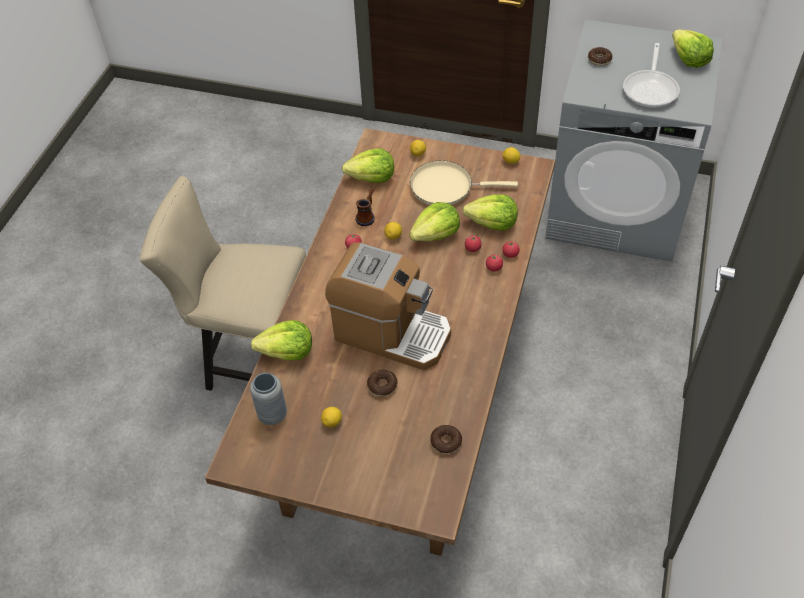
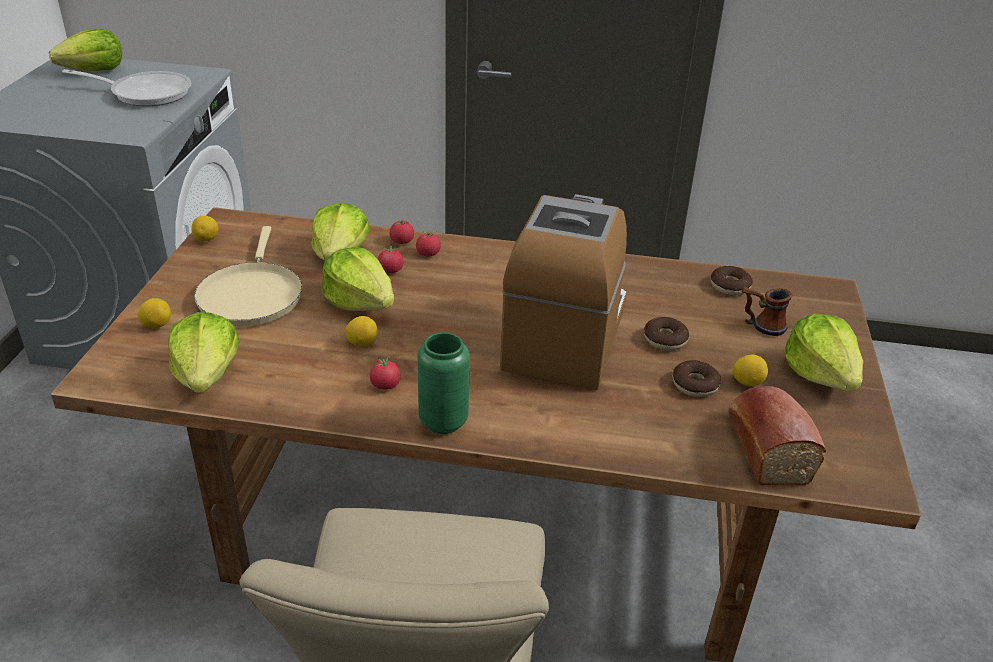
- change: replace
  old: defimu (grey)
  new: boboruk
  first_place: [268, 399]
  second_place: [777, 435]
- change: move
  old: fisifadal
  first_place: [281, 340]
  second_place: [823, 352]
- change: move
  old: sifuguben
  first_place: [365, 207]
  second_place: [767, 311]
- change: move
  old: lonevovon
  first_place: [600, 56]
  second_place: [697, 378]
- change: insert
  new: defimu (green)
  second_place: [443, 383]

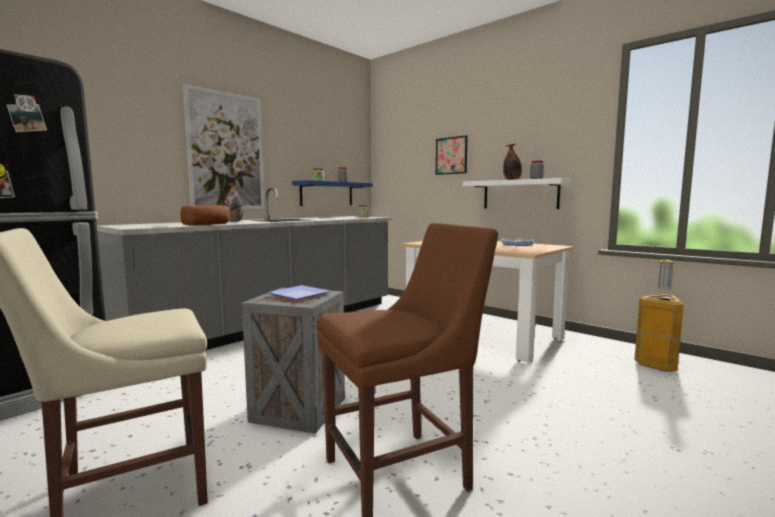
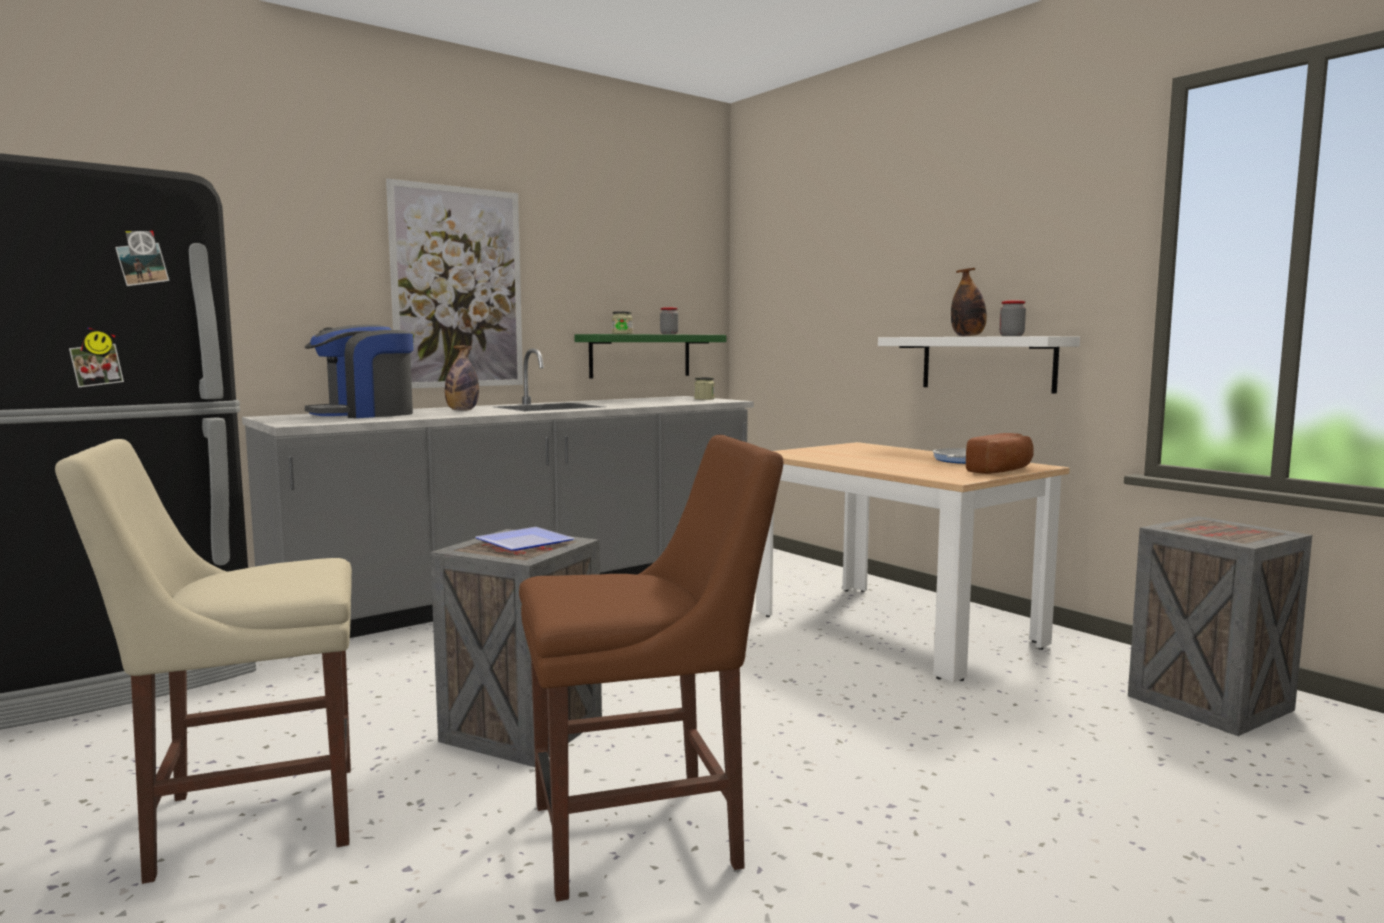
- change: move
  old: boboruk
  first_place: [205, 215]
  second_place: [1000, 453]
- change: recolor
  old: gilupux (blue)
  new: gilupux (green)
  first_place: [332, 193]
  second_place: [650, 356]
- change: delete
  old: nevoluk
  first_place: [452, 155]
- change: replace
  old: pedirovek
  new: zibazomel
  first_place: [659, 316]
  second_place: [1220, 626]
- change: insert
  new: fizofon
  second_place: [359, 371]

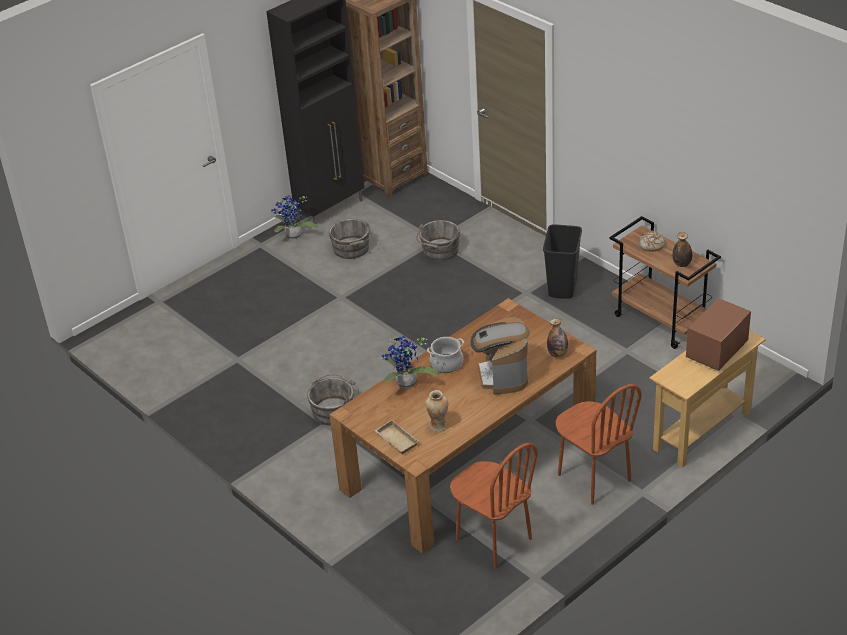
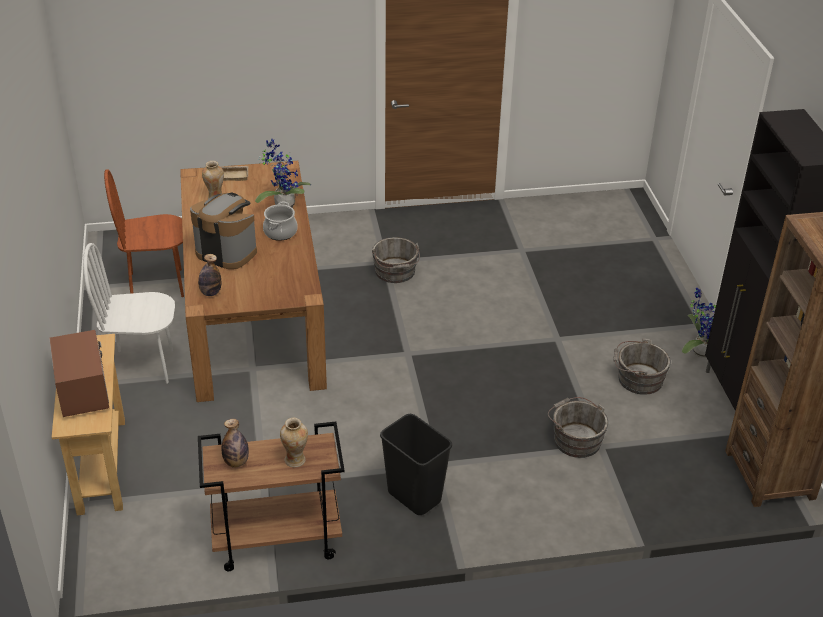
- change: recolor
  old: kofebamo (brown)
  new: kofebamo (white)
  first_place: [599, 444]
  second_place: [129, 313]
- change: replace
  old: boboruk
  new: defimu
  first_place: [652, 241]
  second_place: [294, 442]

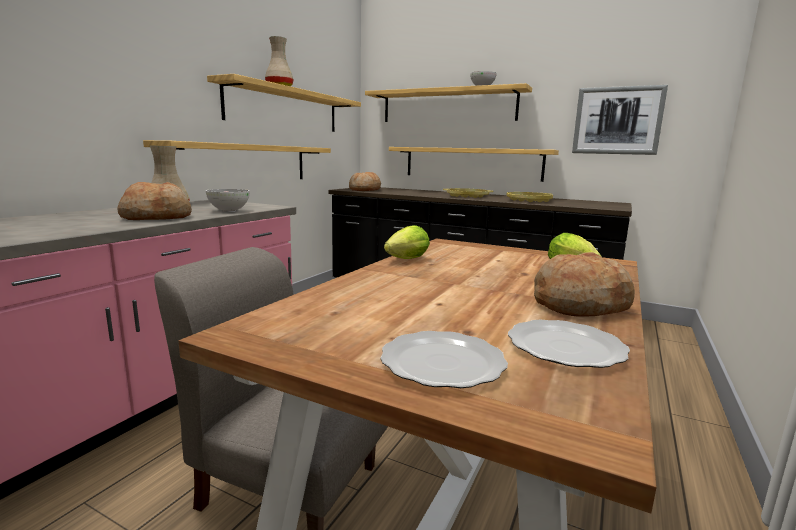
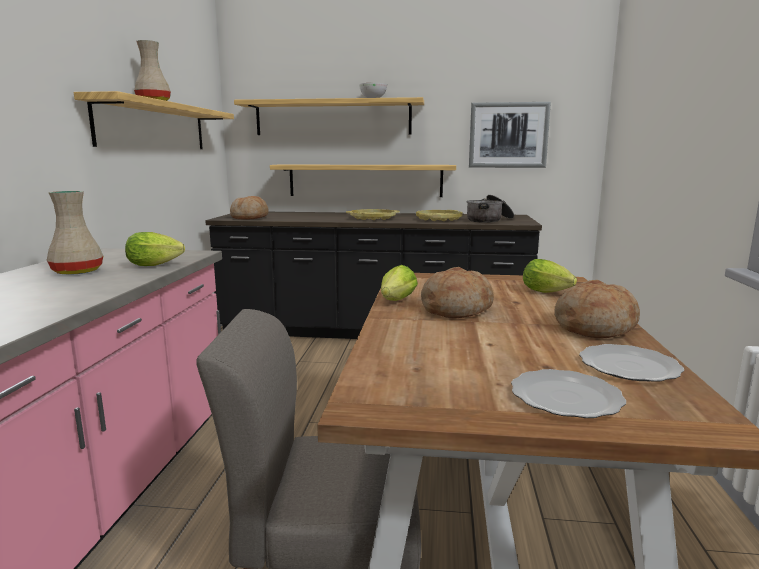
- change: move
  old: boboruk
  first_place: [154, 201]
  second_place: [457, 292]
- change: delete
  old: gilupux
  first_place: [237, 159]
- change: replace
  old: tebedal
  new: fisifadal
  first_place: [228, 200]
  second_place: [155, 249]
- change: insert
  new: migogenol
  second_place: [490, 209]

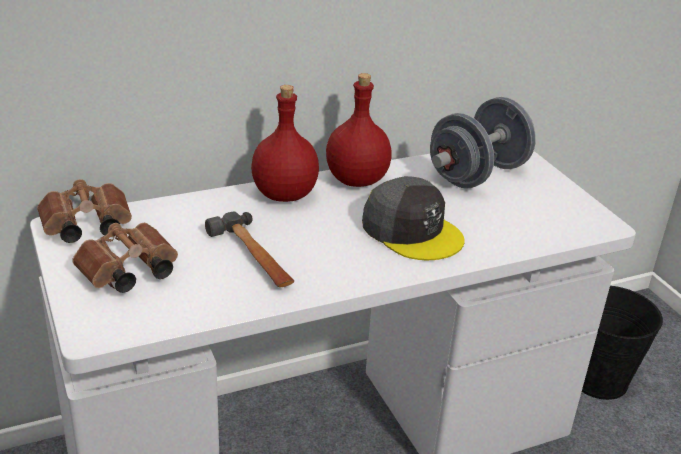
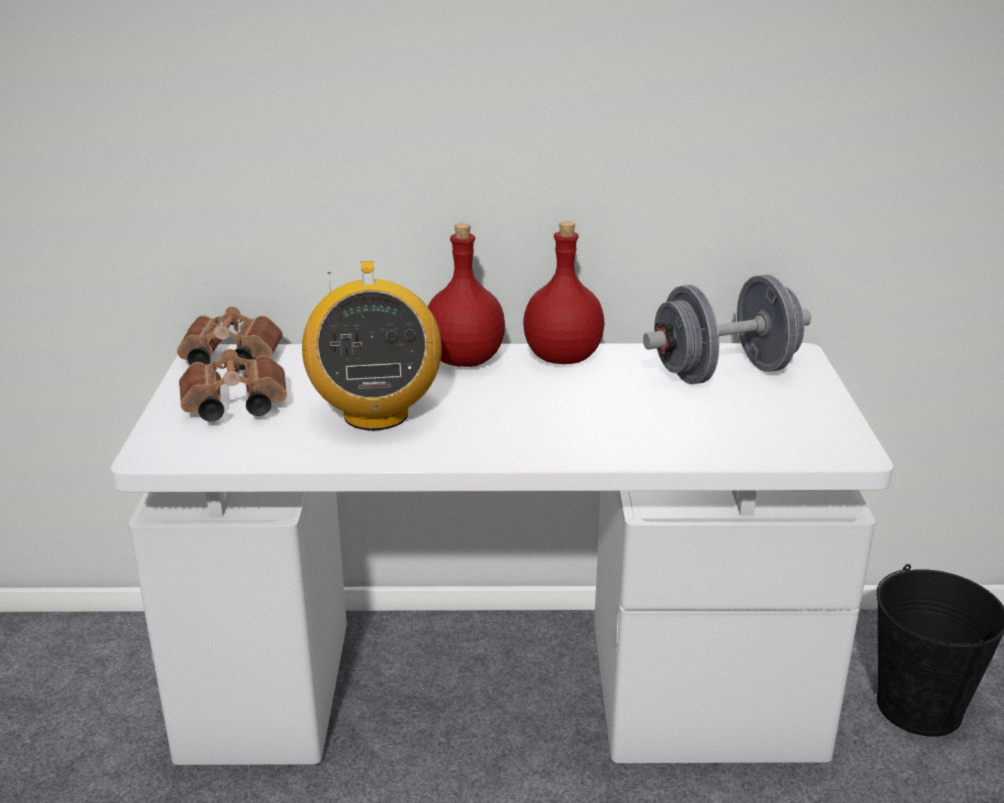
- change: replace
  old: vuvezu
  new: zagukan
  first_place: [249, 249]
  second_place: [372, 346]
- change: delete
  old: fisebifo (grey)
  first_place: [413, 218]

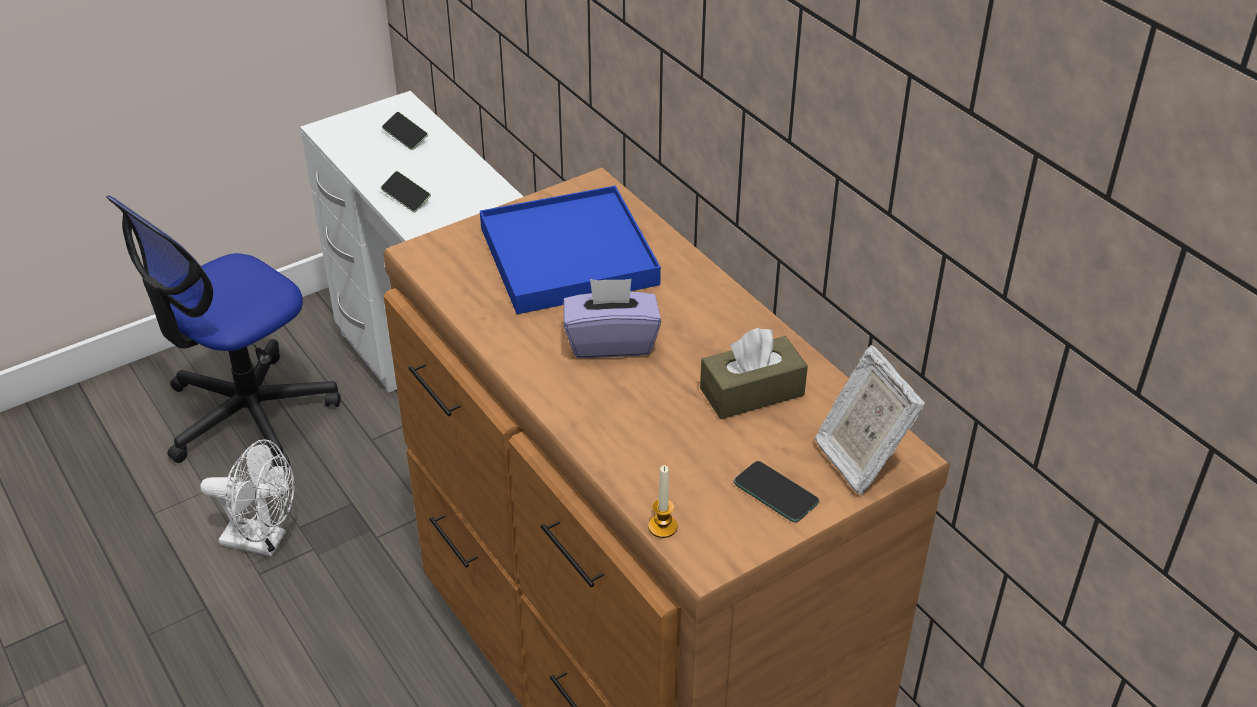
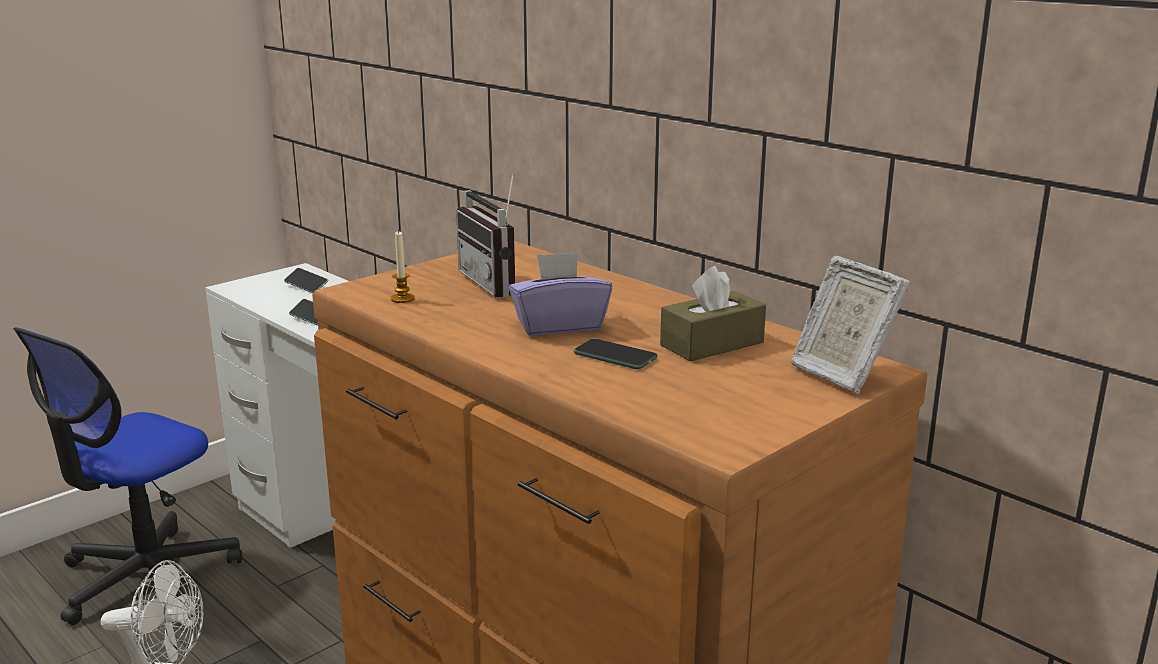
- change: replace
  old: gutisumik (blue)
  new: zagukan
  first_place: [570, 250]
  second_place: [485, 234]
- change: move
  old: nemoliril
  first_place: [663, 501]
  second_place: [403, 266]
- change: move
  old: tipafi
  first_place: [776, 491]
  second_place: [616, 354]

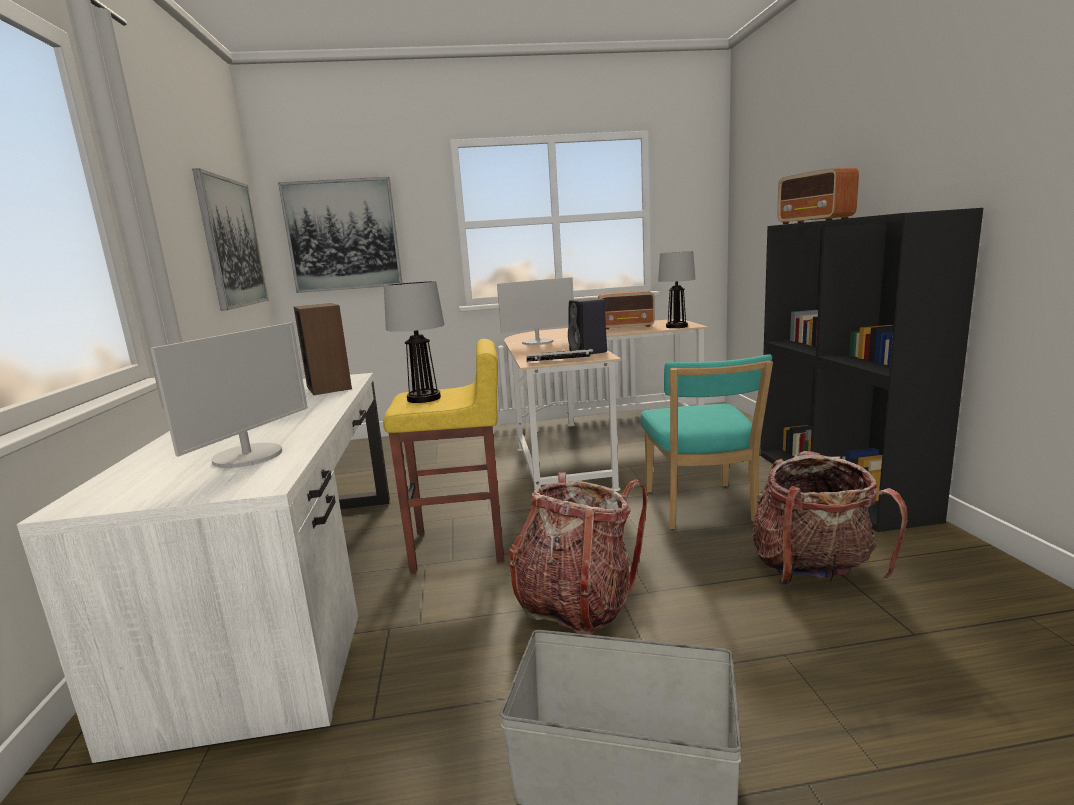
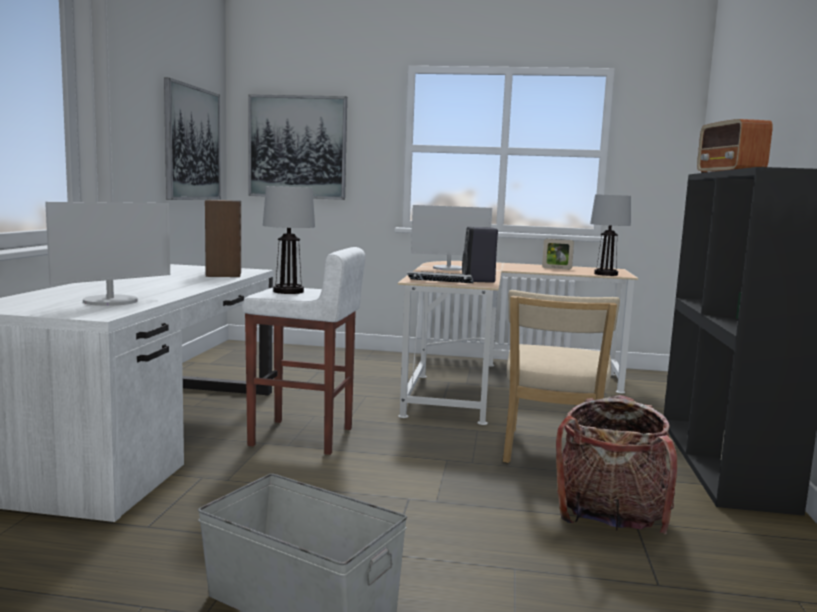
- change: recolor
  old: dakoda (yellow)
  new: dakoda (white)
  first_place: [443, 455]
  second_place: [303, 351]
- change: delete
  old: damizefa
  first_place: [579, 553]
- change: replace
  old: zagukan
  new: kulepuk
  first_place: [626, 310]
  second_place: [558, 254]
- change: recolor
  old: kofebamo (turquoise)
  new: kofebamo (beige)
  first_place: [707, 442]
  second_place: [561, 376]

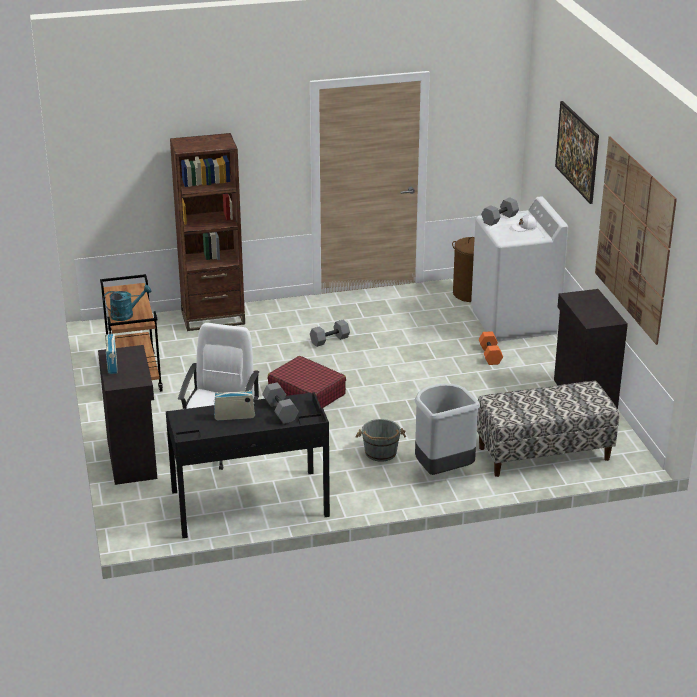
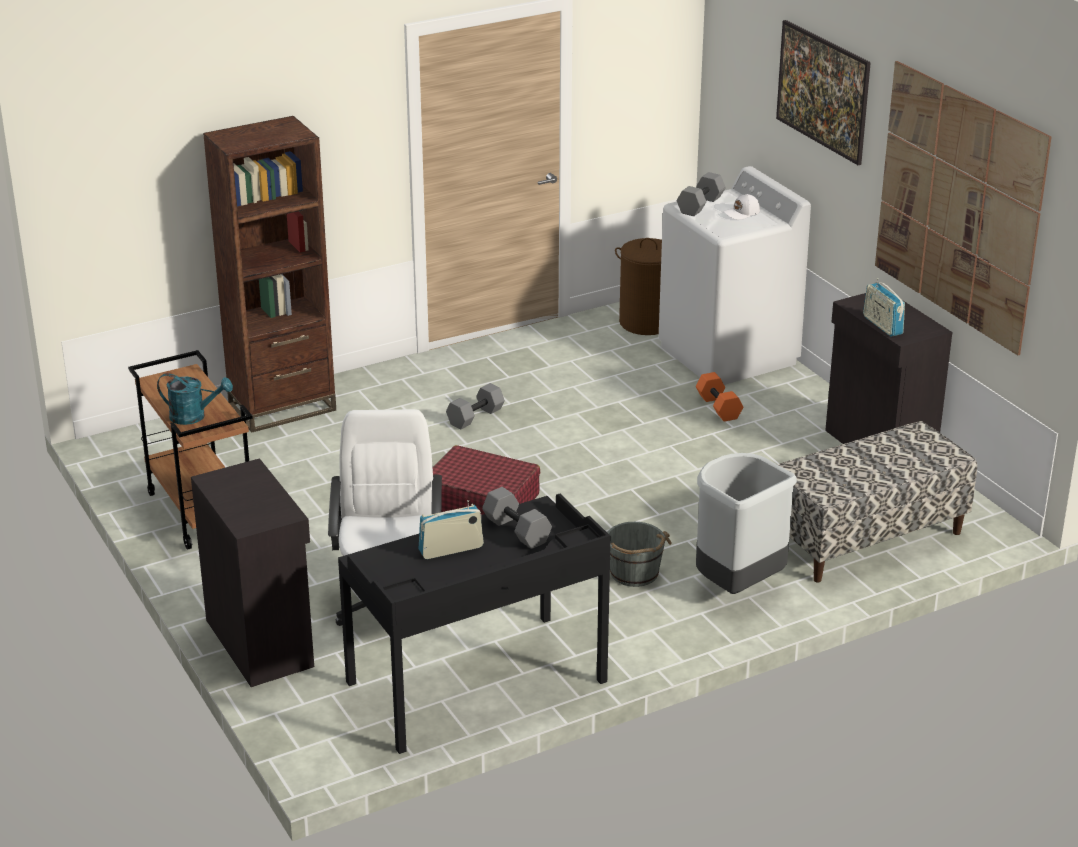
- change: rotate
  old: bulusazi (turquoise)
  first_place: [127, 303]
  second_place: [195, 399]
  degrees: 45
- change: move
  old: zagukan
  first_place: [111, 352]
  second_place: [884, 307]

